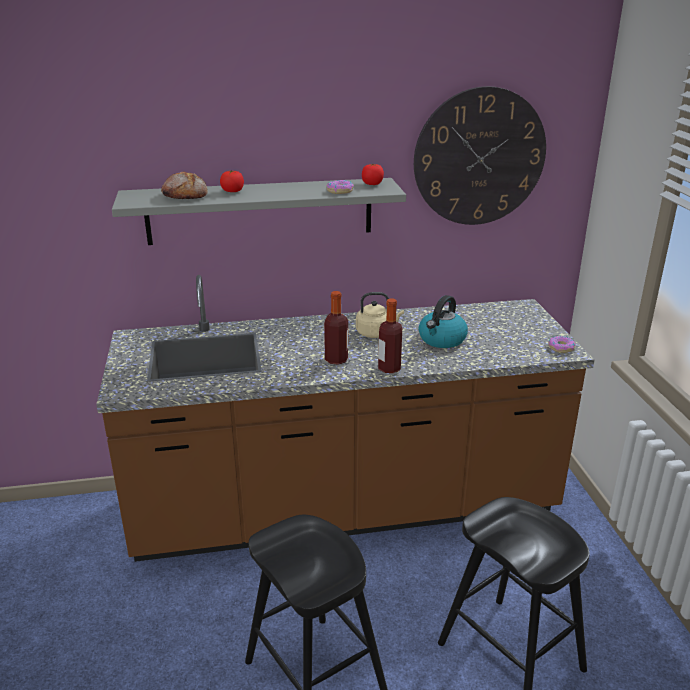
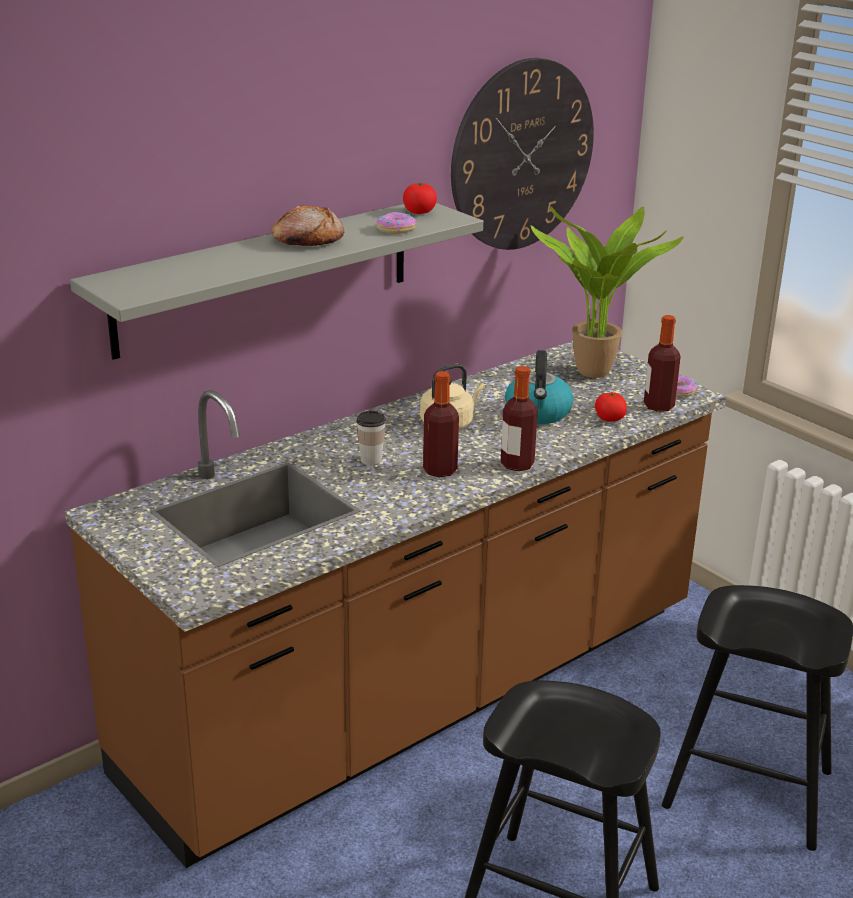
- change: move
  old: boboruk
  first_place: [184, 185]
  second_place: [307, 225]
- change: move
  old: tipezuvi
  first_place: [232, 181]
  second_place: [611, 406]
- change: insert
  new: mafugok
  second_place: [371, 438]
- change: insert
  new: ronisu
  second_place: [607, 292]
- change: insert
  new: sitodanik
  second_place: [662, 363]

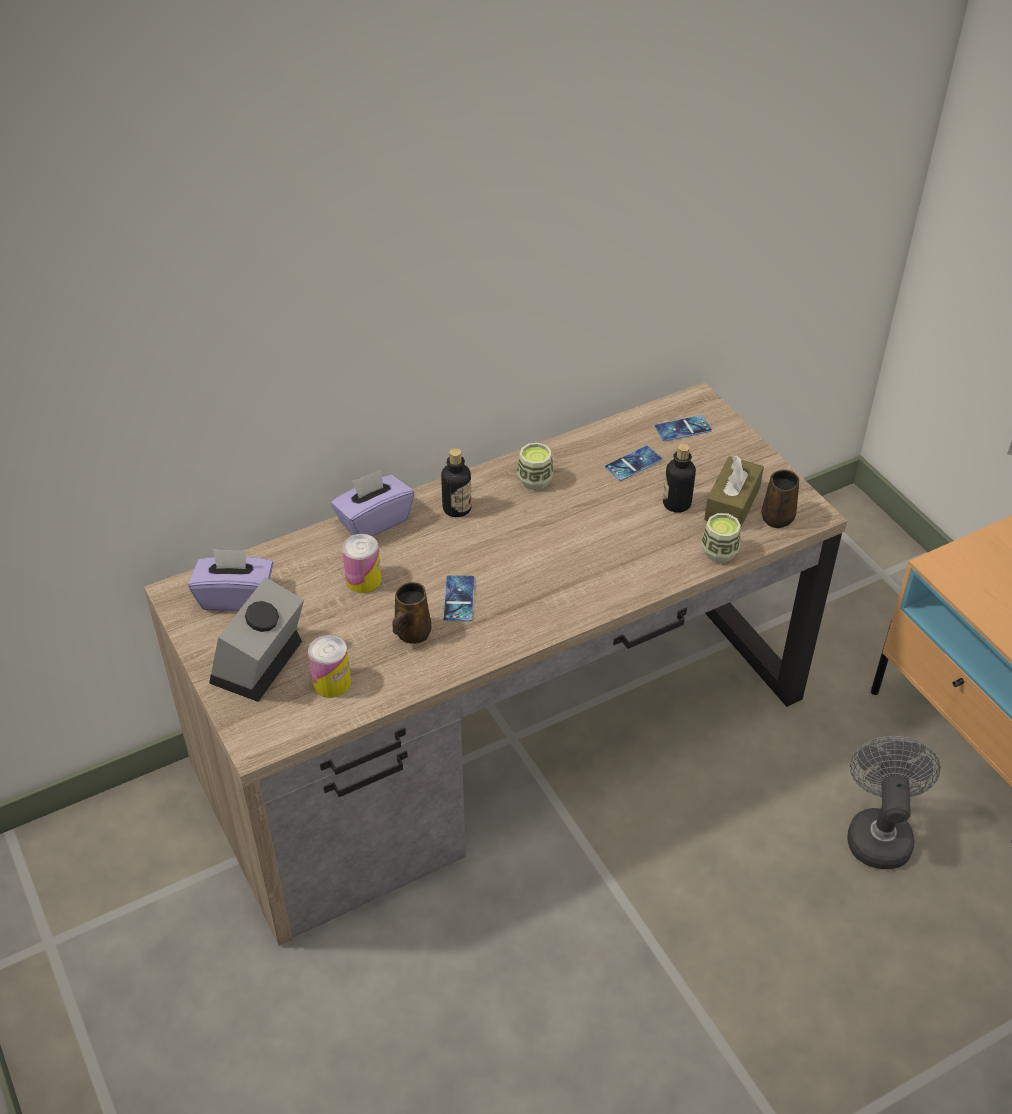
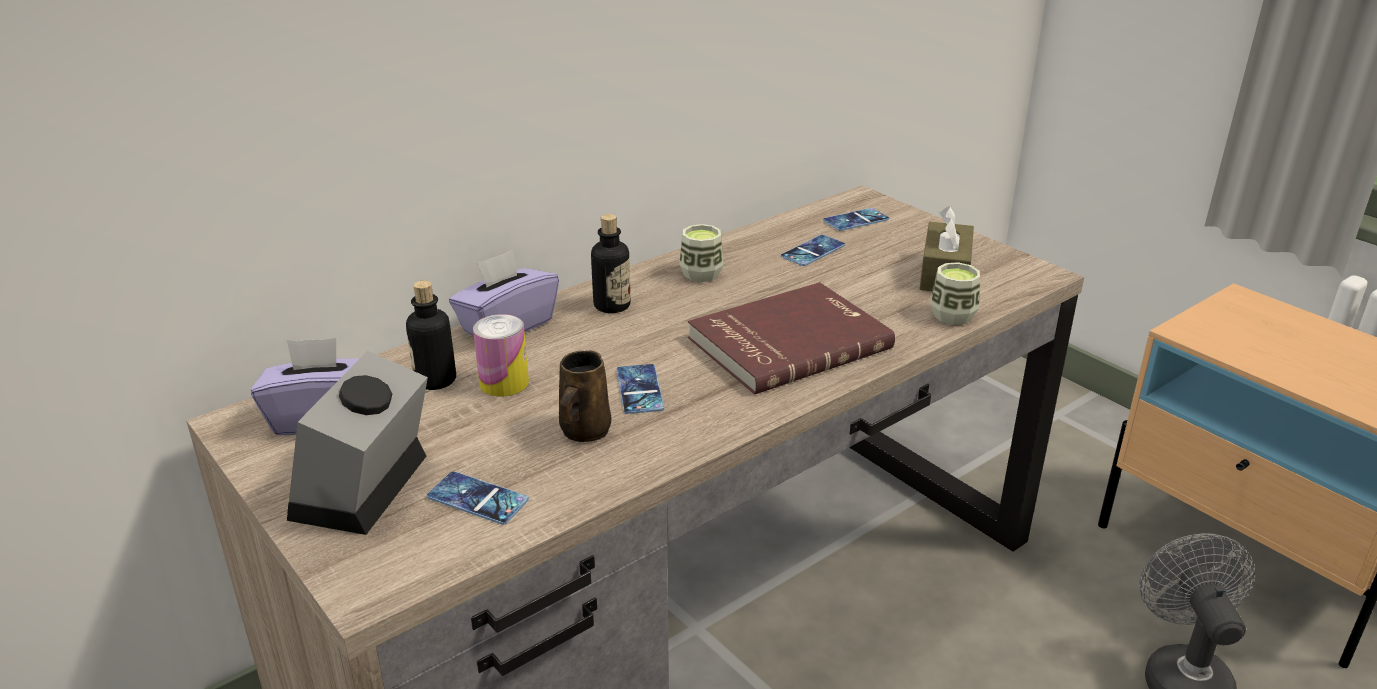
- change: replace
  old: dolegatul
  new: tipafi
  first_place: [329, 666]
  second_place: [478, 498]
- change: move
  old: sitodanik
  first_place: [679, 478]
  second_place: [431, 335]
- change: delete
  old: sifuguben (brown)
  first_place: [780, 499]
- change: insert
  new: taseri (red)
  second_place: [791, 338]

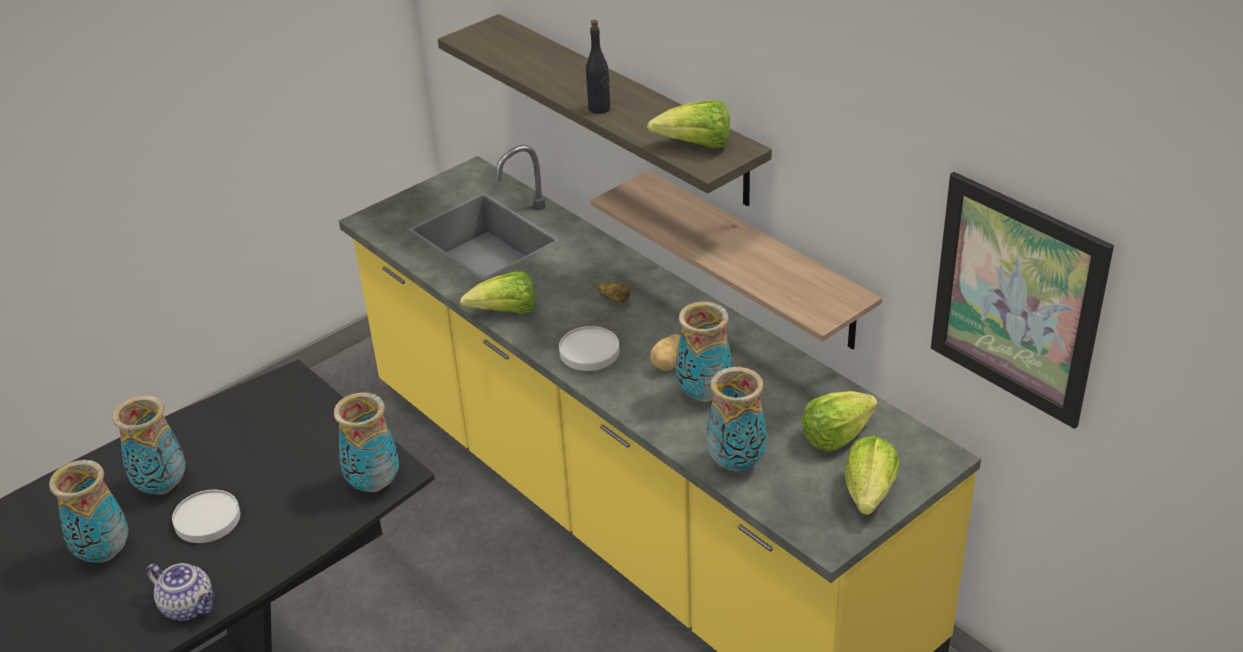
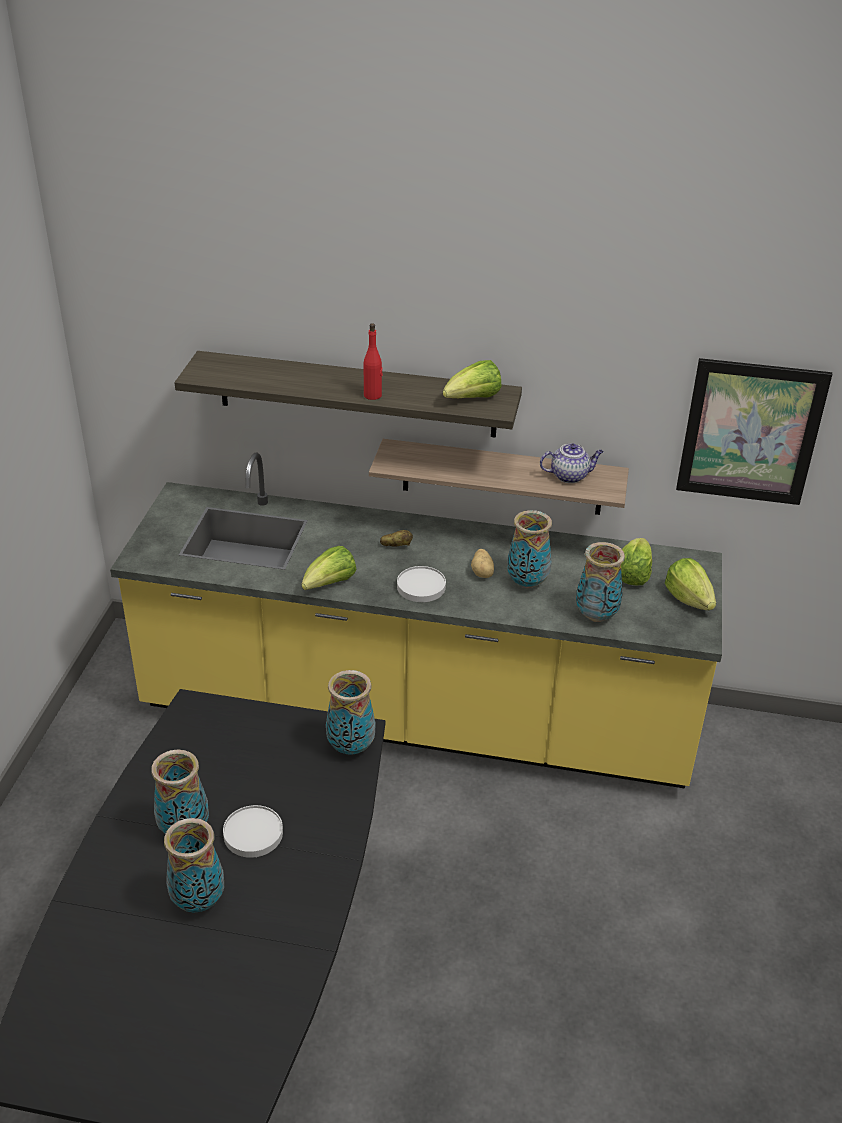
- change: move
  old: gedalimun
  first_place: [180, 592]
  second_place: [572, 463]
- change: recolor
  old: sitodanik (black)
  new: sitodanik (red)
  first_place: [598, 67]
  second_place: [373, 361]

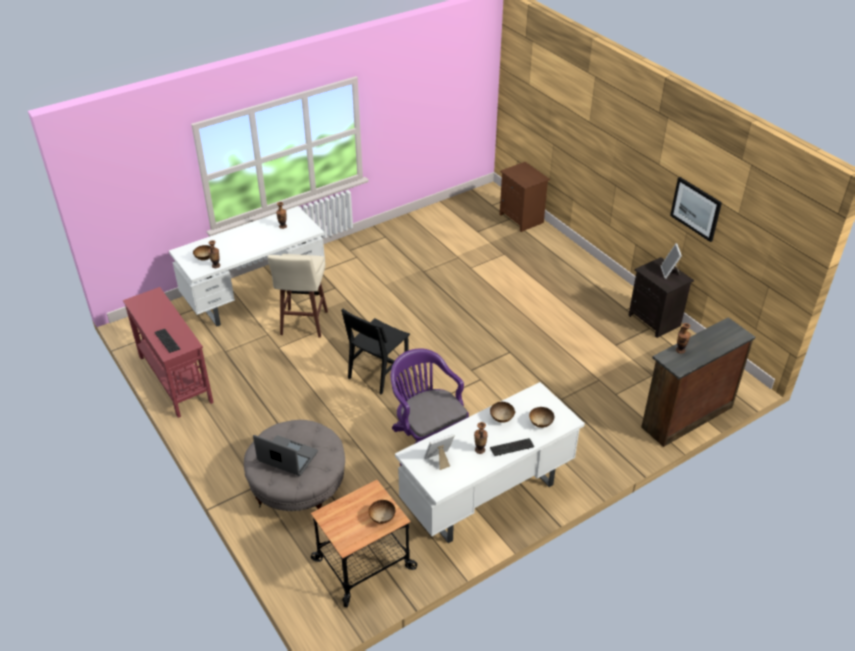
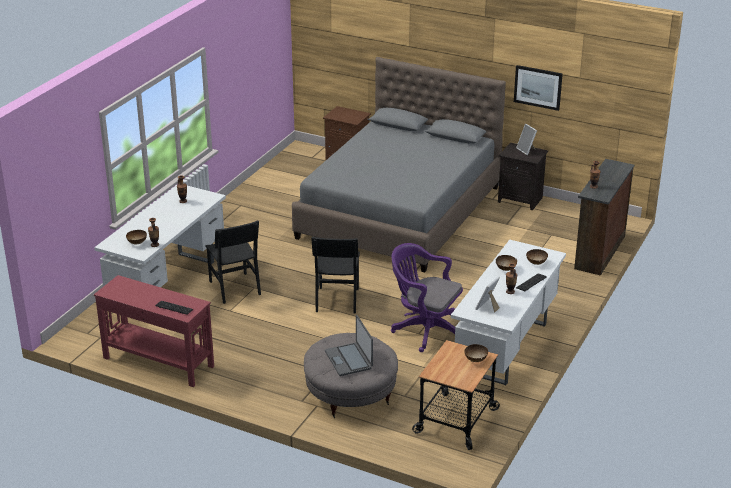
- change: rotate
  old: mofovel
  first_place: [285, 455]
  second_place: [349, 345]
  degrees: -105
- change: replace
  old: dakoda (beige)
  new: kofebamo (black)
  first_place: [298, 296]
  second_place: [233, 262]
- change: insert
  new: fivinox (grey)
  second_place: [399, 165]

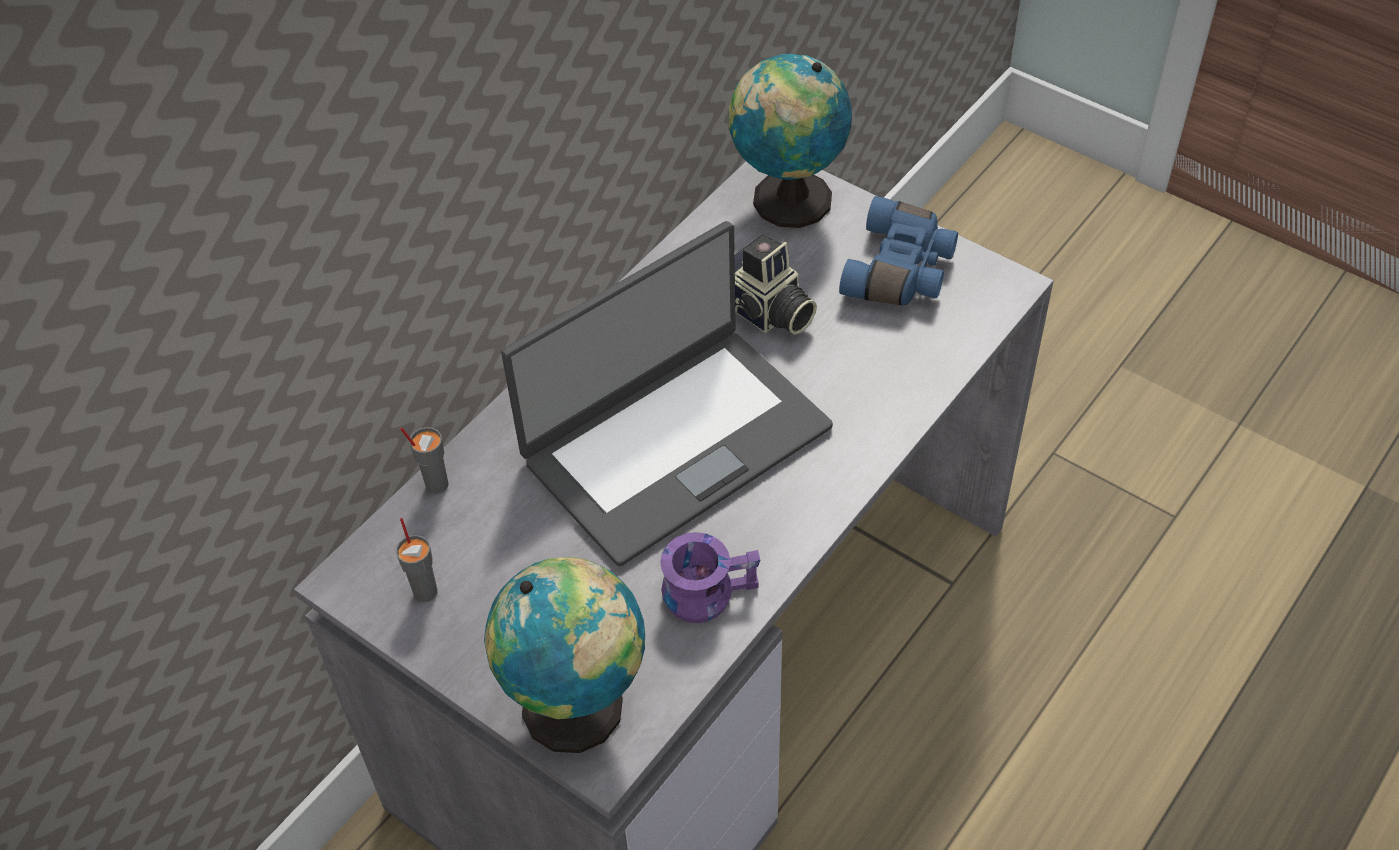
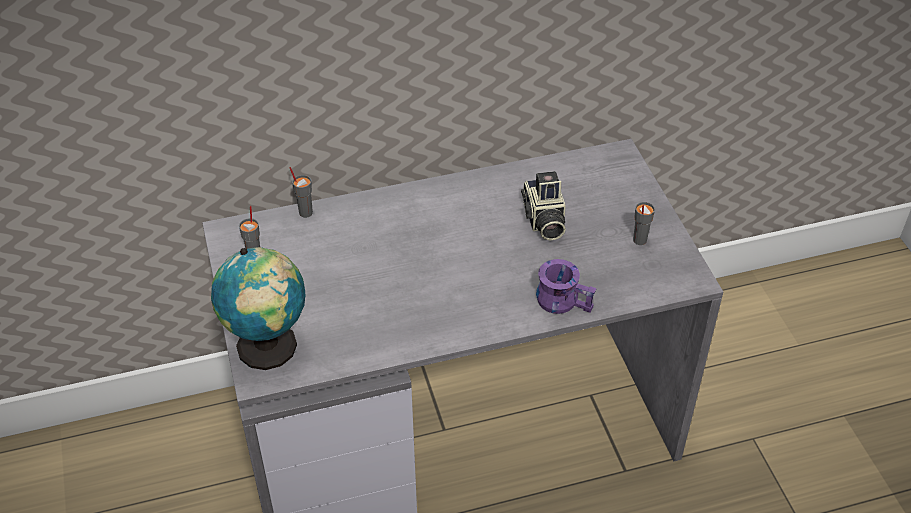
- change: delete
  old: mofovel
  first_place: [667, 394]
- change: move
  old: sifuguben (purple)
  first_place: [710, 577]
  second_place: [566, 286]
- change: delete
  old: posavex
  first_place: [790, 141]
- change: replace
  old: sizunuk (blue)
  new: mafugok (grey)
  first_place: [898, 250]
  second_place: [644, 223]

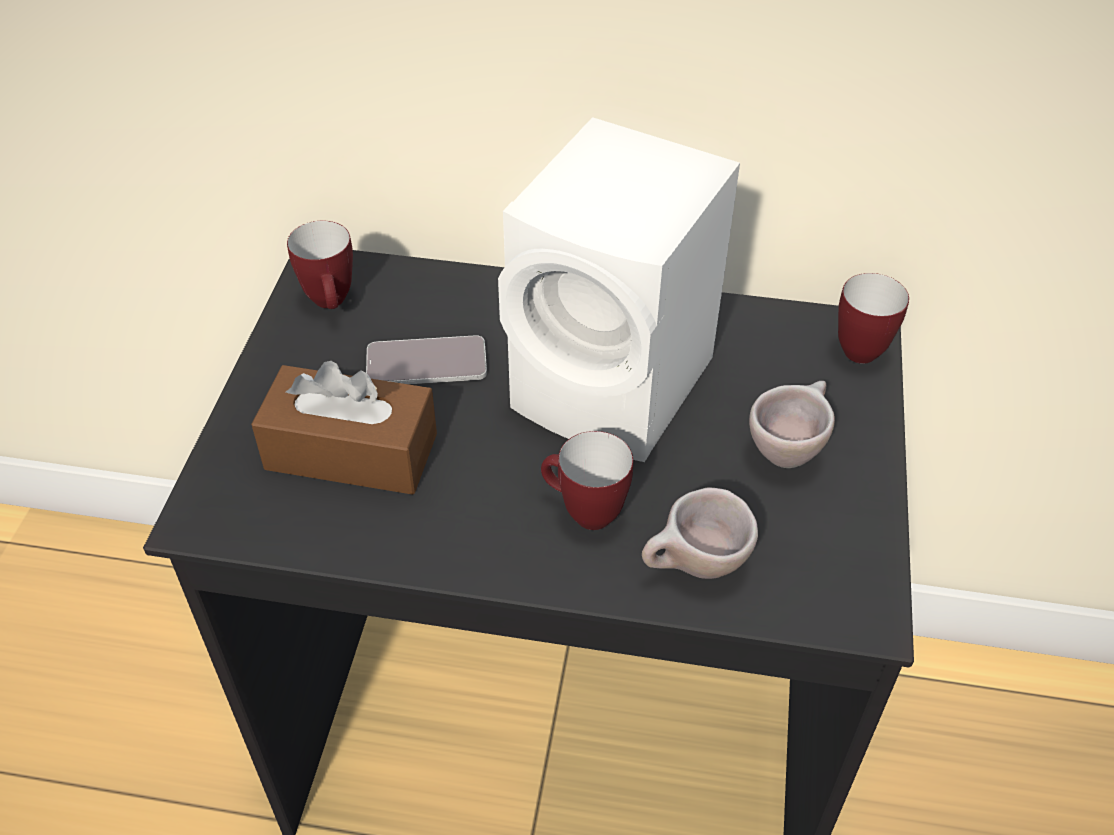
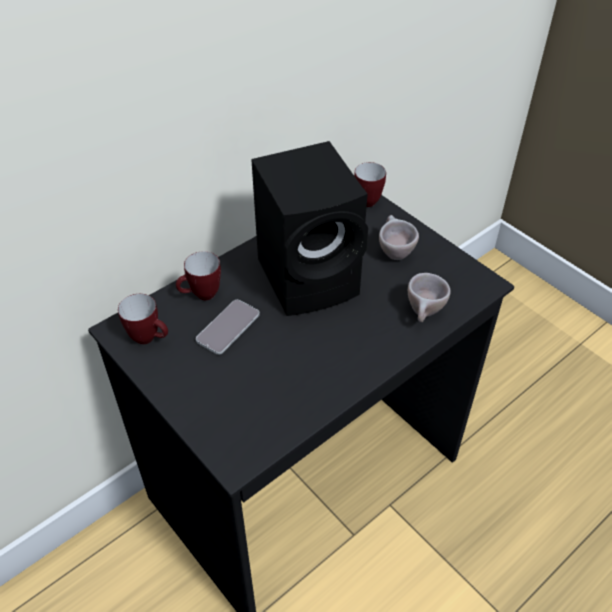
- change: delete
  old: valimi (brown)
  first_place: [344, 428]
- change: recolor
  old: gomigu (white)
  new: gomigu (black)
  first_place: [619, 289]
  second_place: [309, 228]
- change: move
  old: sifuguben
  first_place: [587, 480]
  second_place: [198, 275]

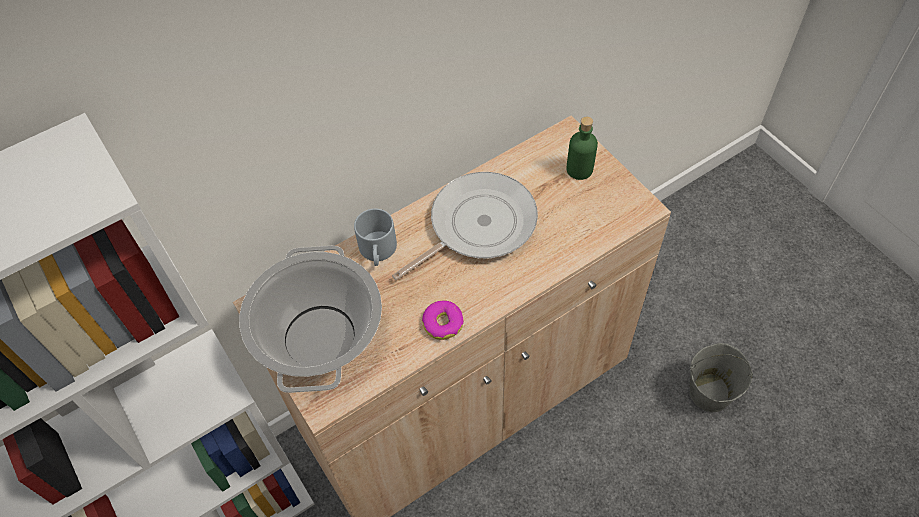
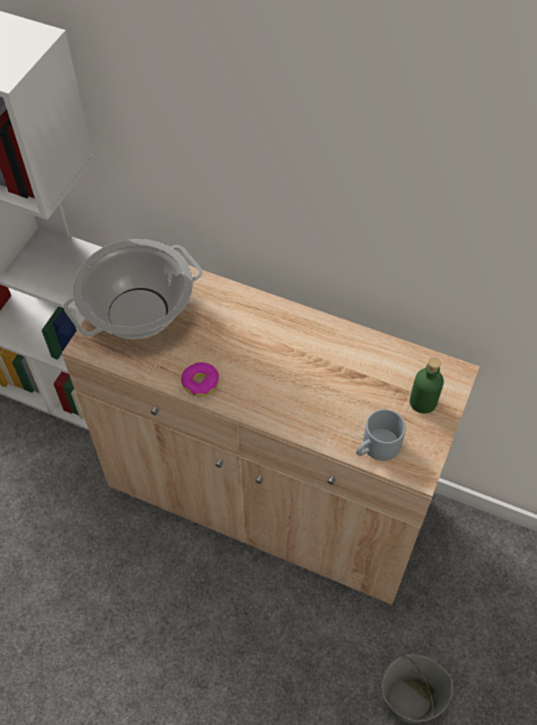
- change: move
  old: sifuguben (grey)
  first_place: [375, 237]
  second_place: [381, 435]
- change: delete
  old: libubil
  first_place: [465, 226]

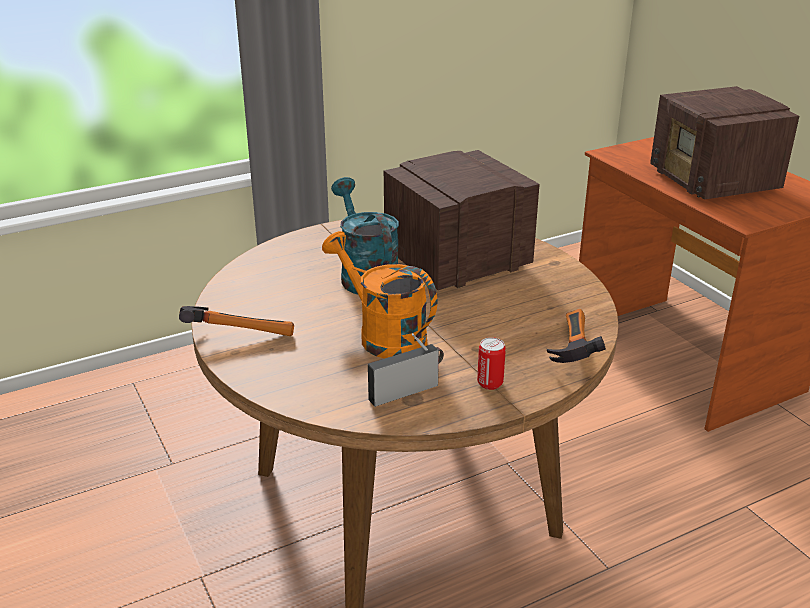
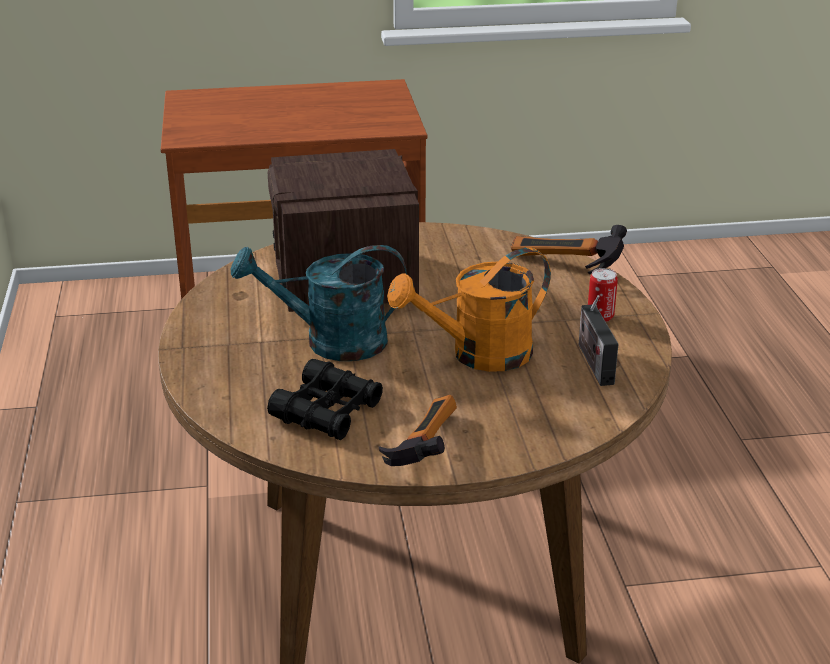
- change: delete
  old: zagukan
  first_place: [725, 143]
- change: insert
  new: sizunuk (black)
  second_place: [325, 399]

